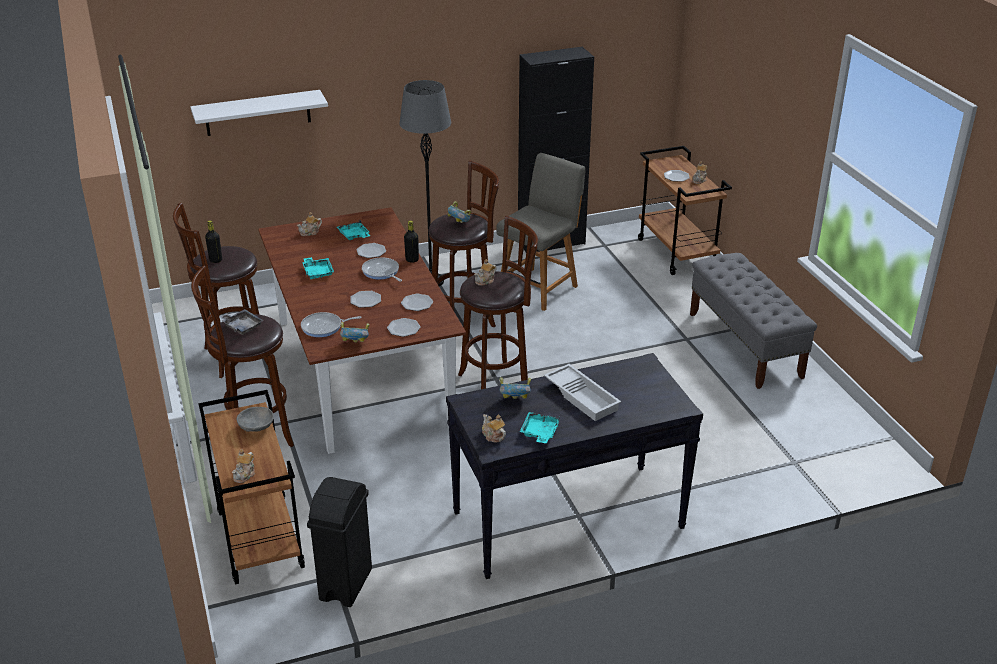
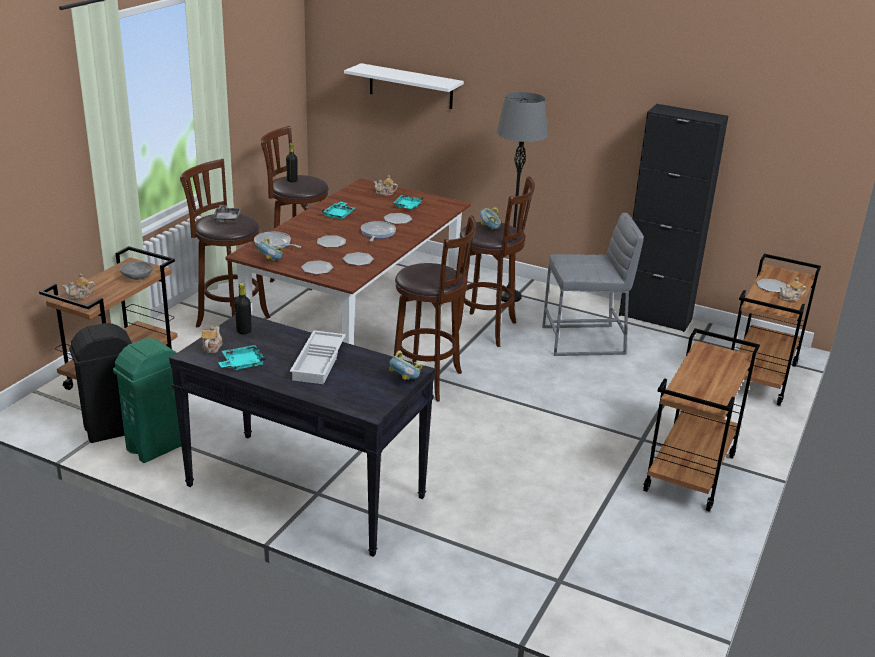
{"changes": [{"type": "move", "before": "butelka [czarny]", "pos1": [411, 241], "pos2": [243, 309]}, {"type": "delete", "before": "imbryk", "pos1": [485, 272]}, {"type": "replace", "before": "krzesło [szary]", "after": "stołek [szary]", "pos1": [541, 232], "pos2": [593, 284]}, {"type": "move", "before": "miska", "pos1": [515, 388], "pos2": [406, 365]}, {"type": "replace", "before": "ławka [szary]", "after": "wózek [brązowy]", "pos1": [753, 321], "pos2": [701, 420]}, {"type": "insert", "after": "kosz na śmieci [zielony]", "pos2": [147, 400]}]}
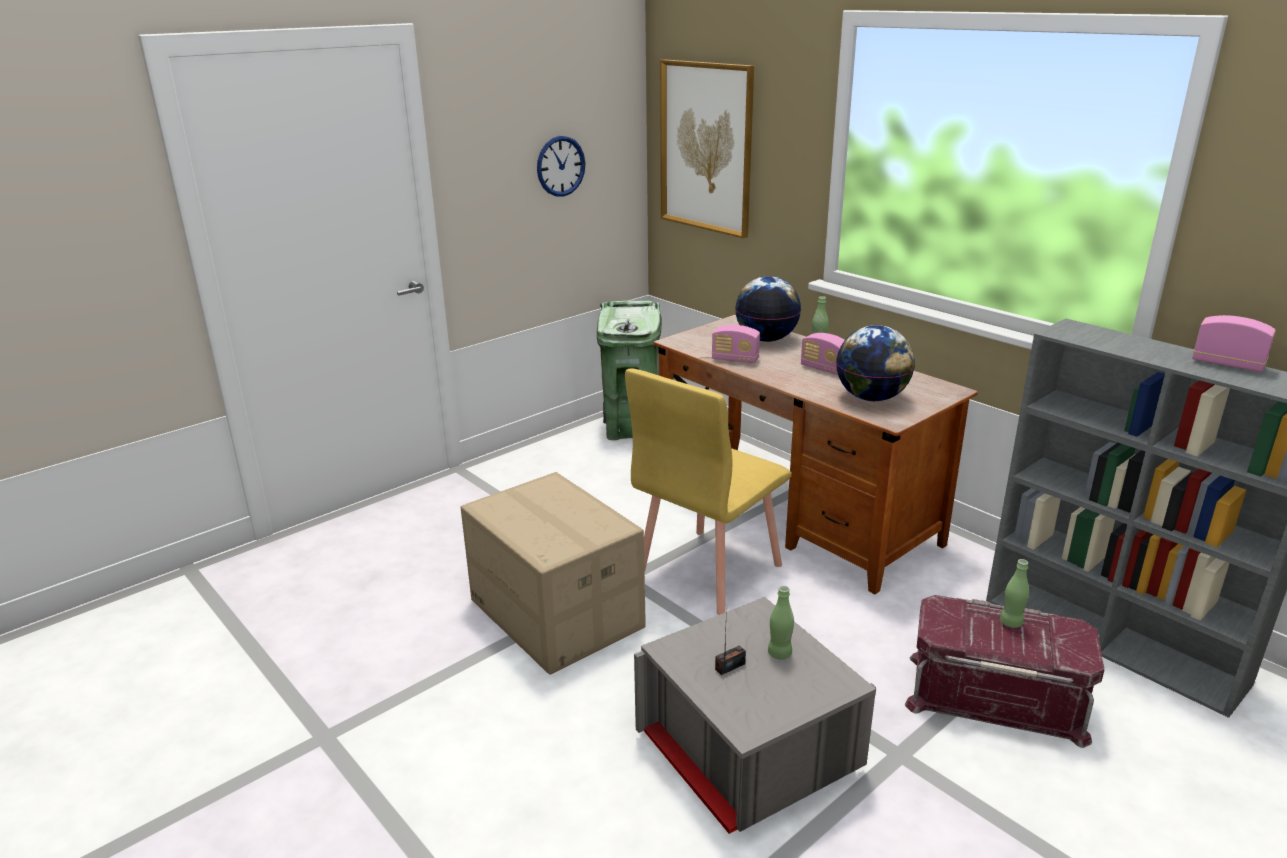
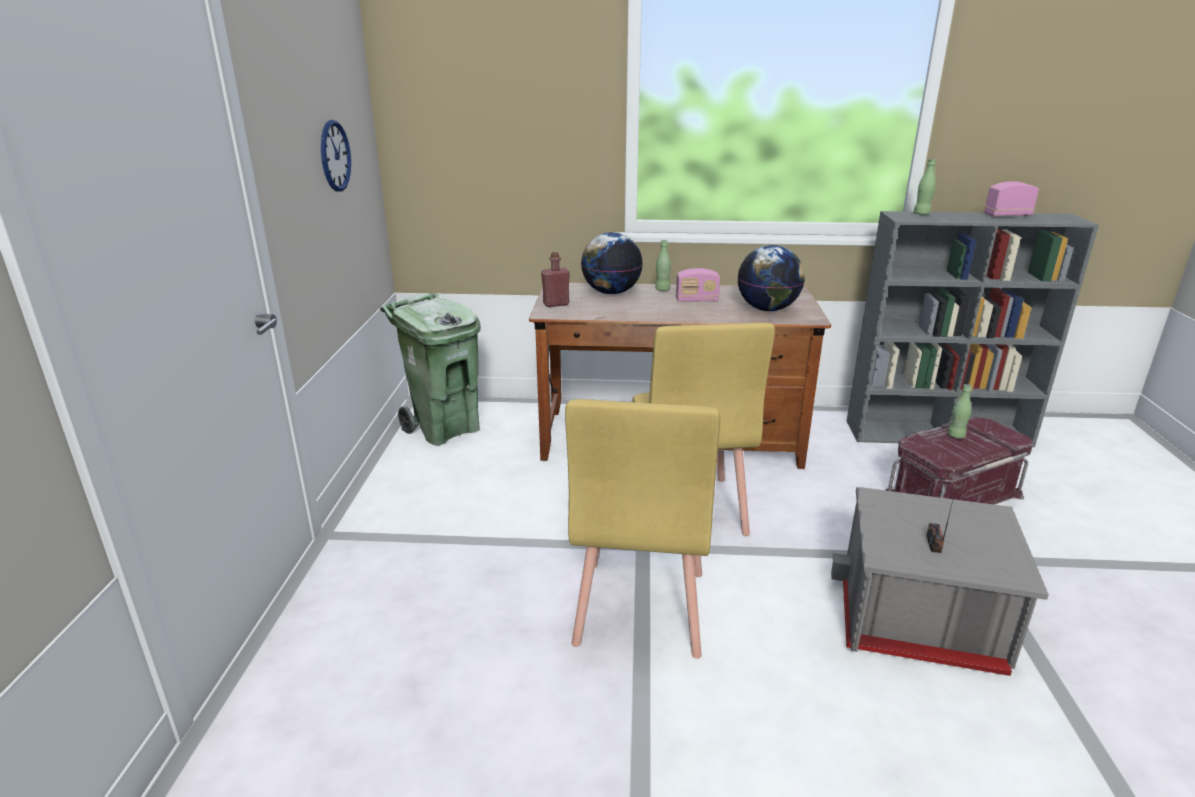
{"changes": [{"type": "replace", "before": "karton", "after": "krzesło [żółty]", "pos1": [553, 573], "pos2": [642, 529]}, {"type": "delete", "before": "obraz", "pos1": [707, 148]}, {"type": "delete", "before": "radio", "pos1": [736, 344]}, {"type": "move", "before": "butelka [zielony]", "pos1": [781, 623], "pos2": [925, 187]}, {"type": "insert", "after": "butelka [czerwony]", "pos2": [555, 279]}]}
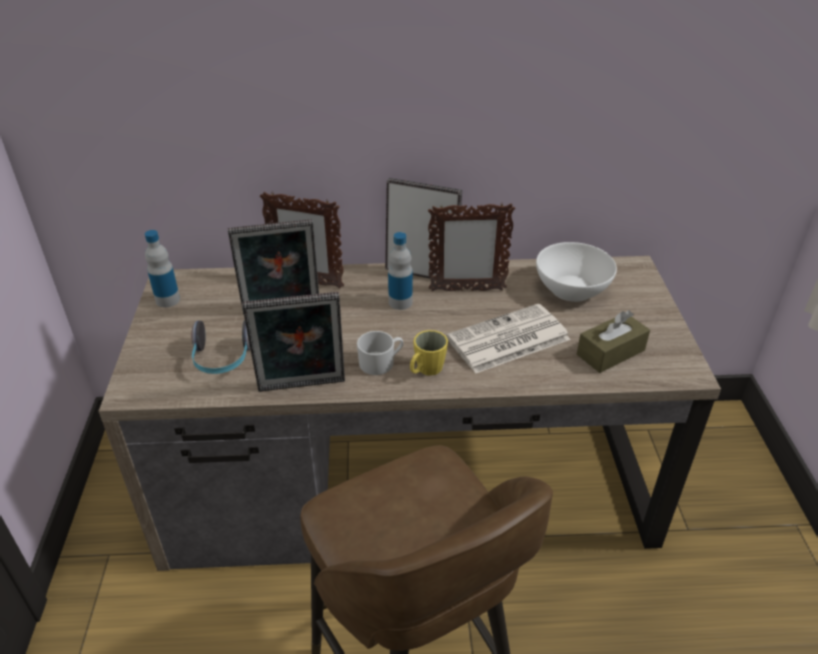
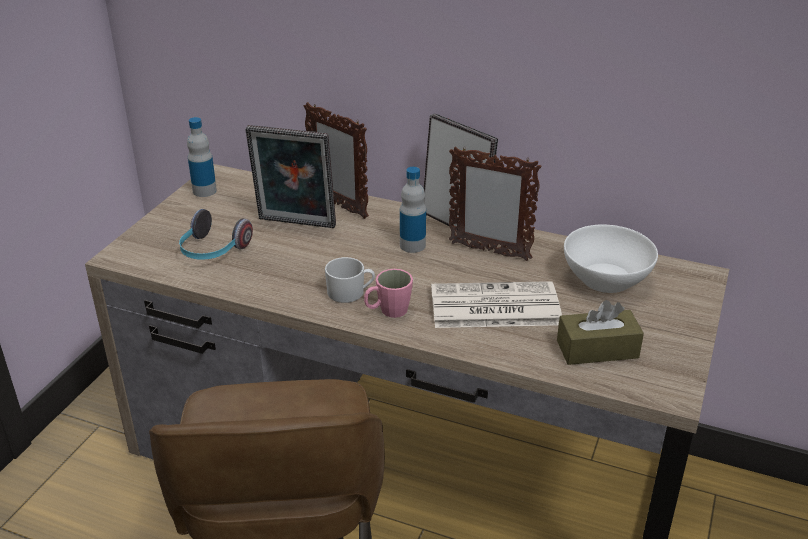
{"changes": [{"type": "delete", "before": "ramka na zdjęcie", "pos1": [293, 342]}, {"type": "recolor", "before": "kubek [żółty]", "after": "kubek [różowy]", "pos1": [429, 353], "pos2": [388, 293]}]}
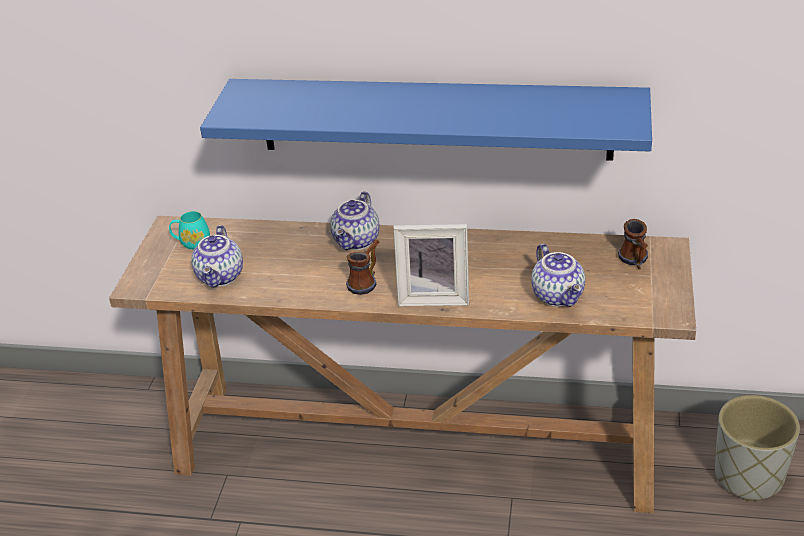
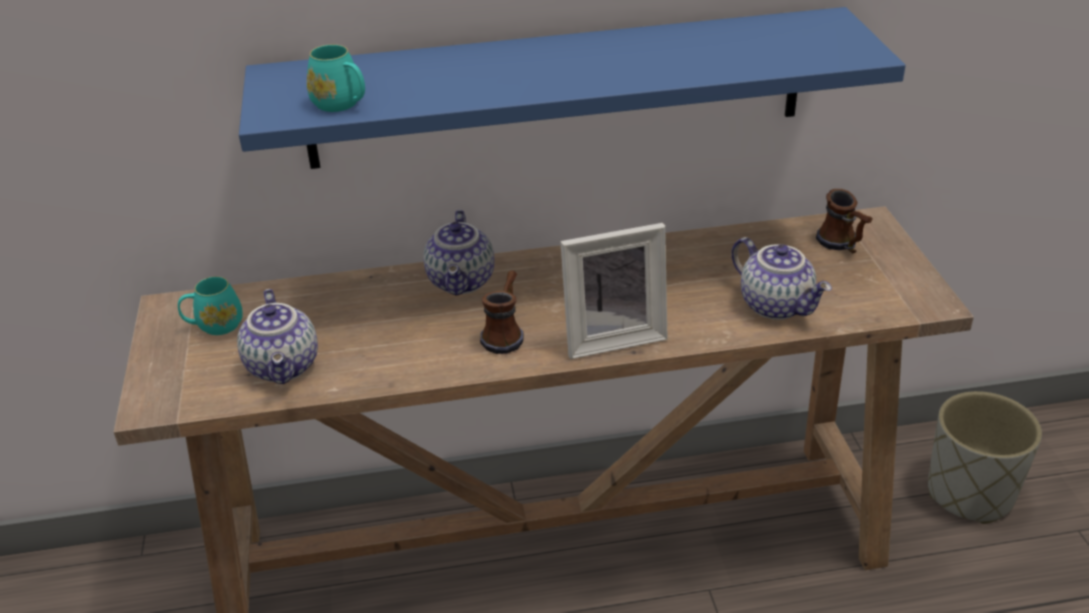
{"changes": [{"type": "insert", "after": "kubek [turkusowy]", "pos2": [336, 78]}]}
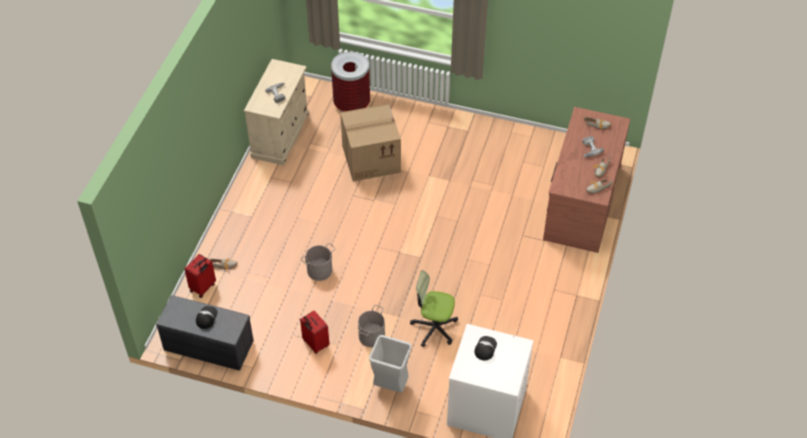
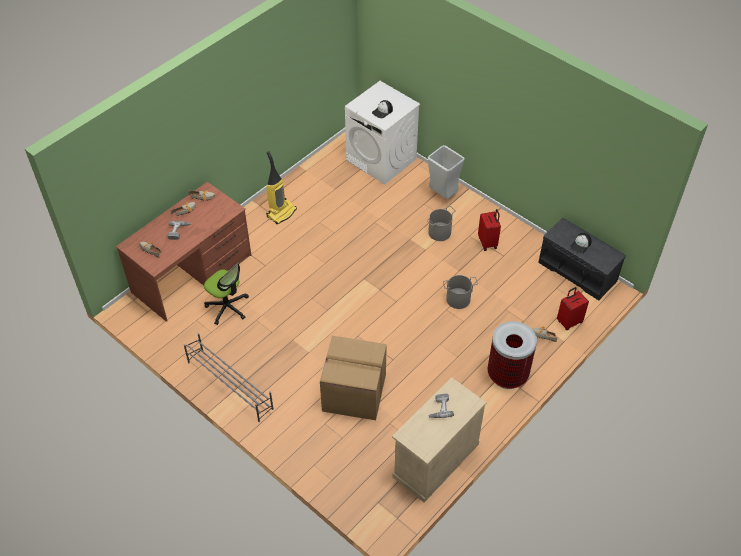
{"changes": [{"type": "move", "before": "kosz na śmieci", "pos1": [350, 82], "pos2": [512, 355]}, {"type": "move", "before": "krzesło biurowe", "pos1": [434, 308], "pos2": [226, 294]}, {"type": "insert", "after": "regał na buty [szary]", "pos2": [229, 377]}, {"type": "insert", "after": "odkurzacz", "pos2": [281, 187]}]}
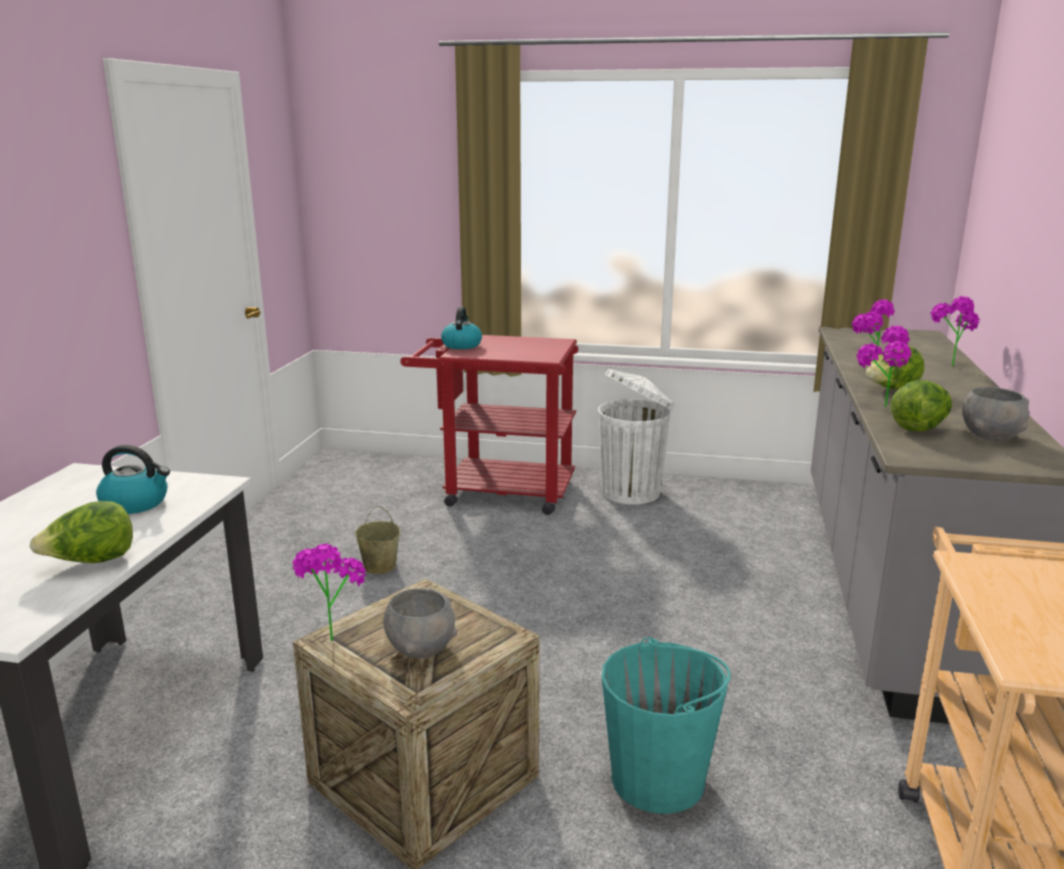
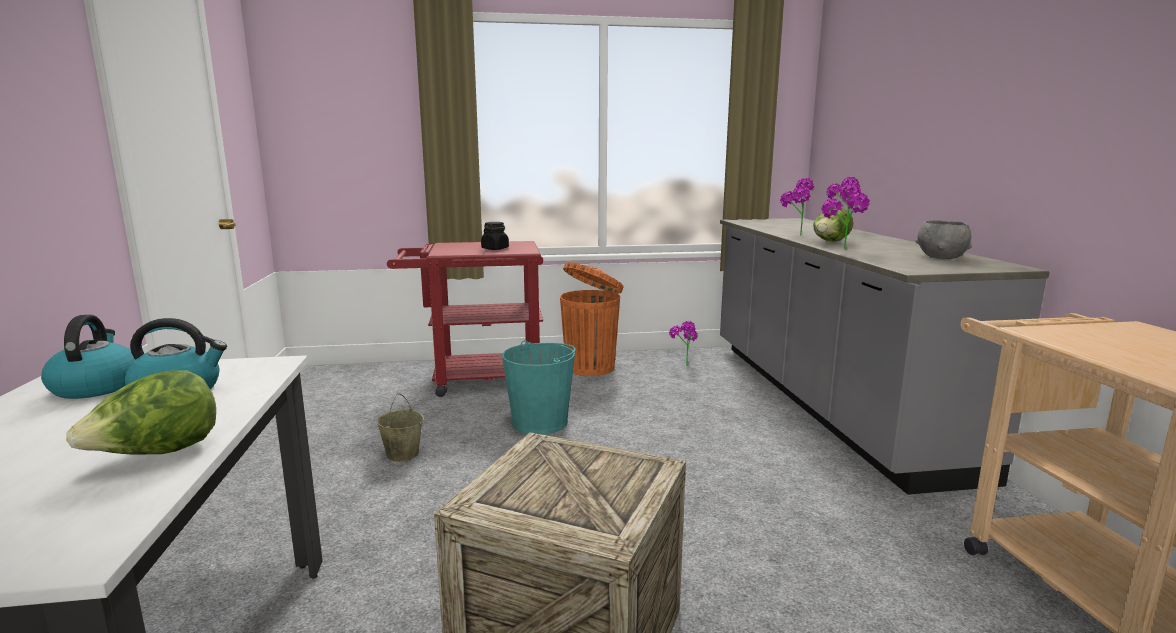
{"changes": [{"type": "move", "before": "roślina doniczkowa", "pos1": [329, 592], "pos2": [683, 343]}, {"type": "delete", "before": "miska [szary]", "pos1": [420, 623]}, {"type": "move", "before": "czajnik", "pos1": [461, 328], "pos2": [88, 357]}, {"type": "recolor", "before": "kosz na śmieci [biały]", "after": "kosz na śmieci [pomarańczowy]", "pos1": [636, 436], "pos2": [592, 319]}, {"type": "move", "before": "wiadro [turkusowy]", "pos1": [666, 725], "pos2": [539, 387]}, {"type": "delete", "before": "sałata", "pos1": [921, 406]}, {"type": "insert", "after": "słoik [czarny]", "pos2": [495, 236]}]}
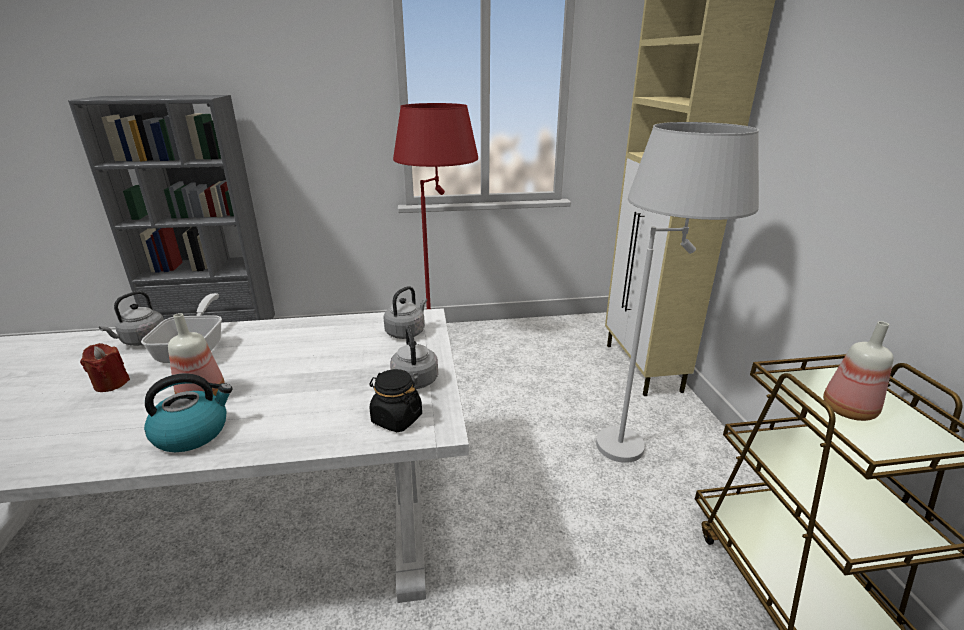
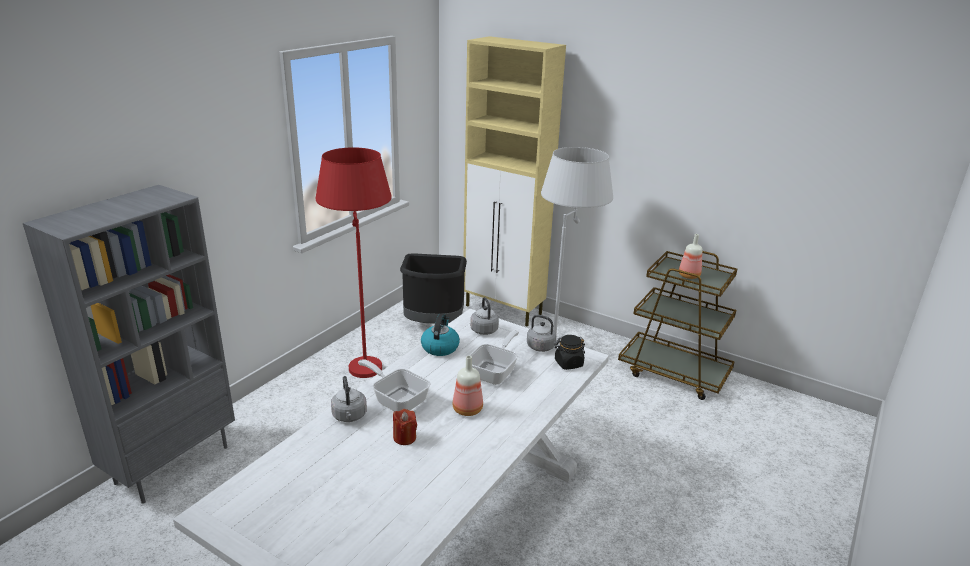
{"changes": [{"type": "move", "before": "czajnik", "pos1": [188, 412], "pos2": [440, 335]}, {"type": "insert", "after": "kosz na śmieci [czarny]", "pos2": [433, 288]}, {"type": "insert", "after": "patelnia", "pos2": [494, 357]}]}
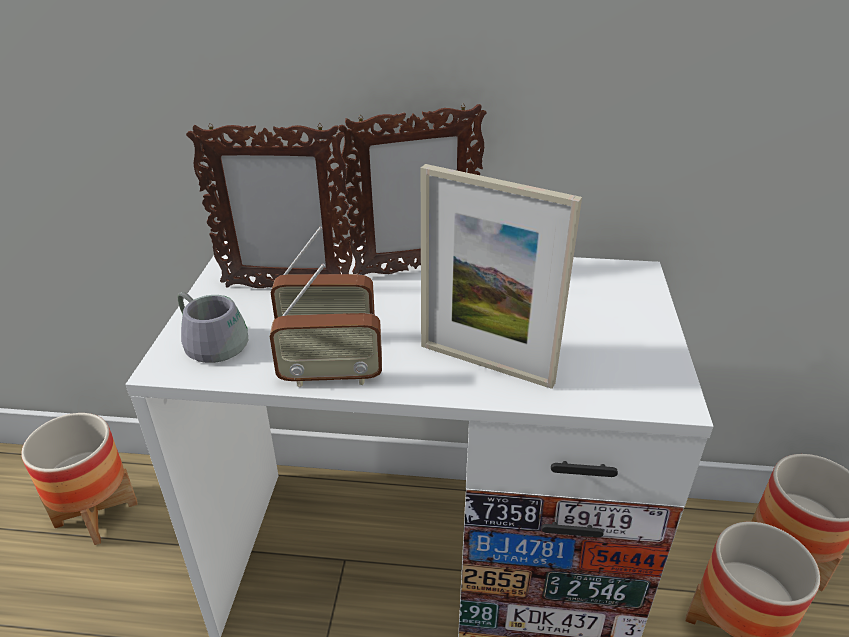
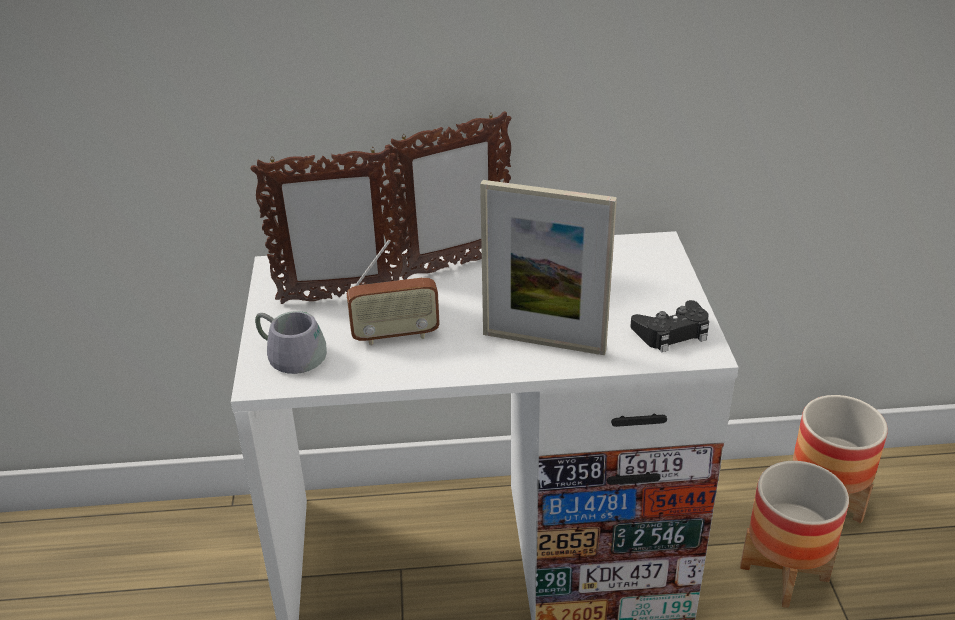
{"changes": [{"type": "delete", "before": "donica", "pos1": [79, 479]}, {"type": "delete", "before": "radio", "pos1": [325, 326]}, {"type": "insert", "after": "pad do gier [czarny]", "pos2": [669, 326]}]}
